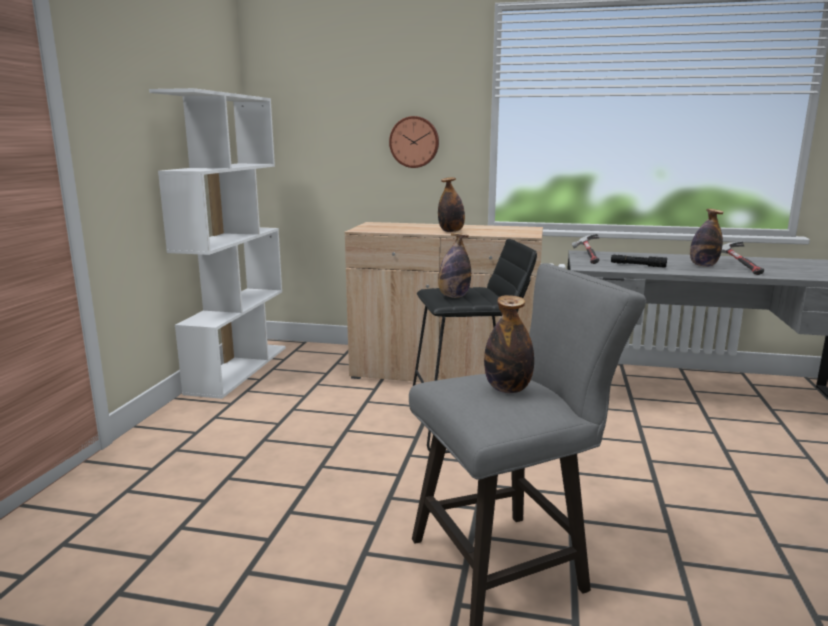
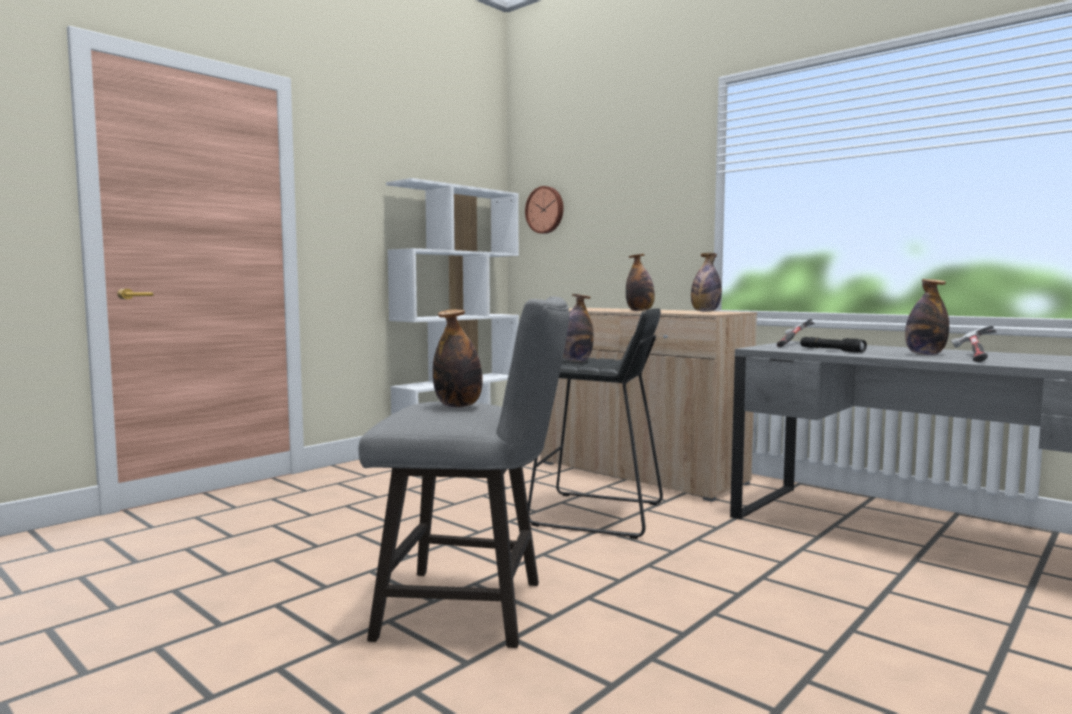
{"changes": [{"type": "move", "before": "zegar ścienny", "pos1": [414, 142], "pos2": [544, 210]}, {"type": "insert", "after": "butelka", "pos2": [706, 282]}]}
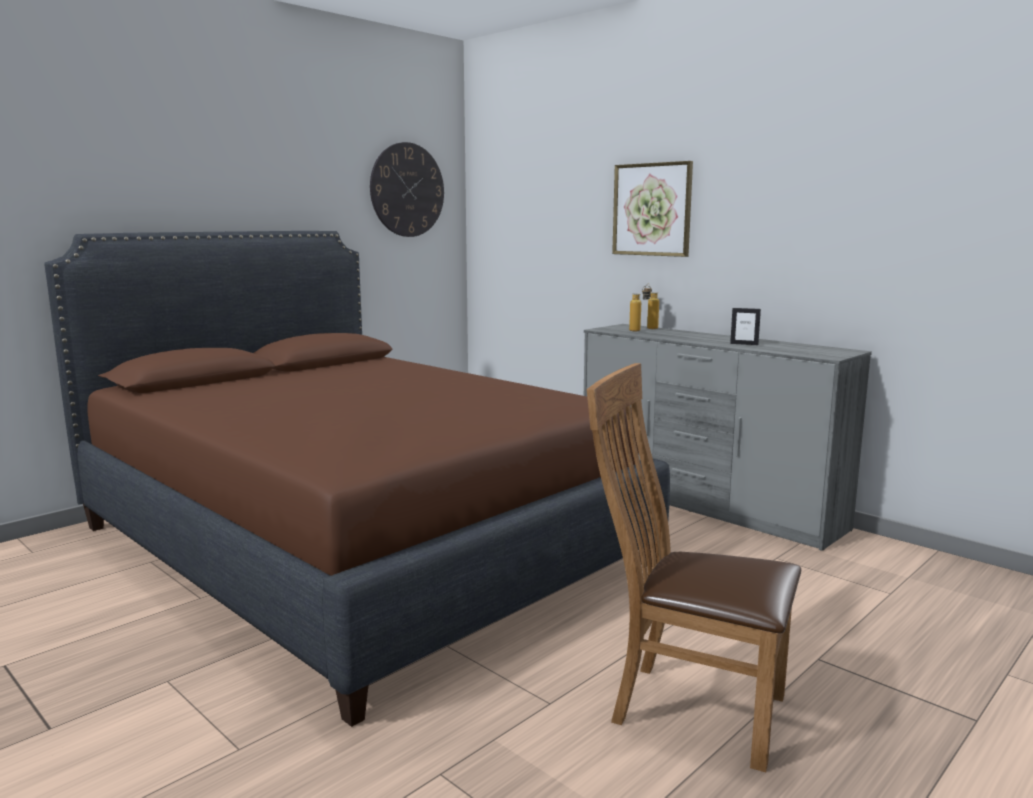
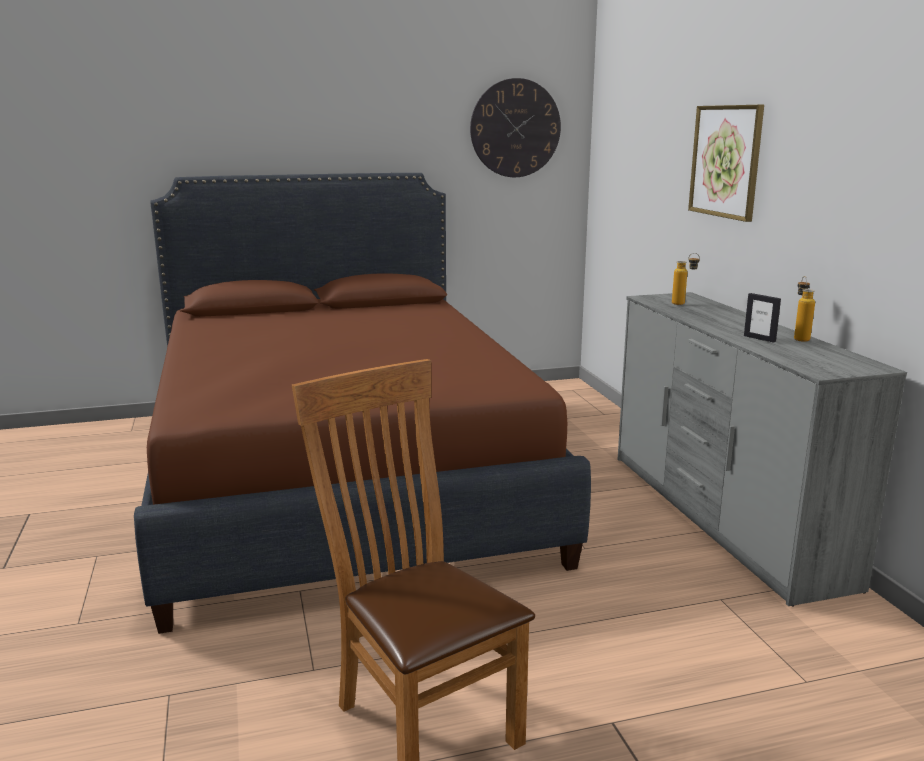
{"changes": [{"type": "move", "before": "butelka", "pos1": [651, 306], "pos2": [804, 309]}]}
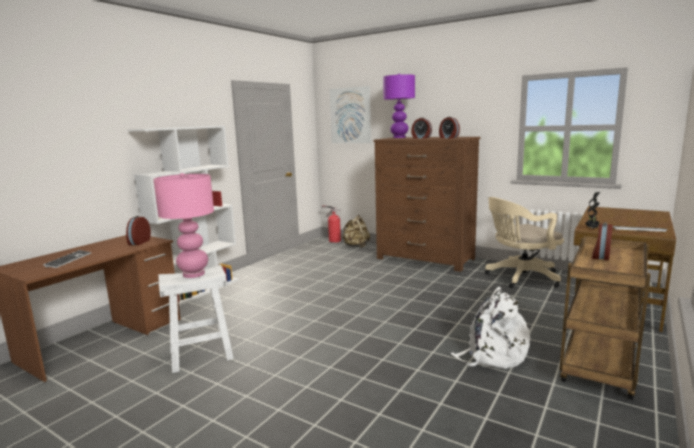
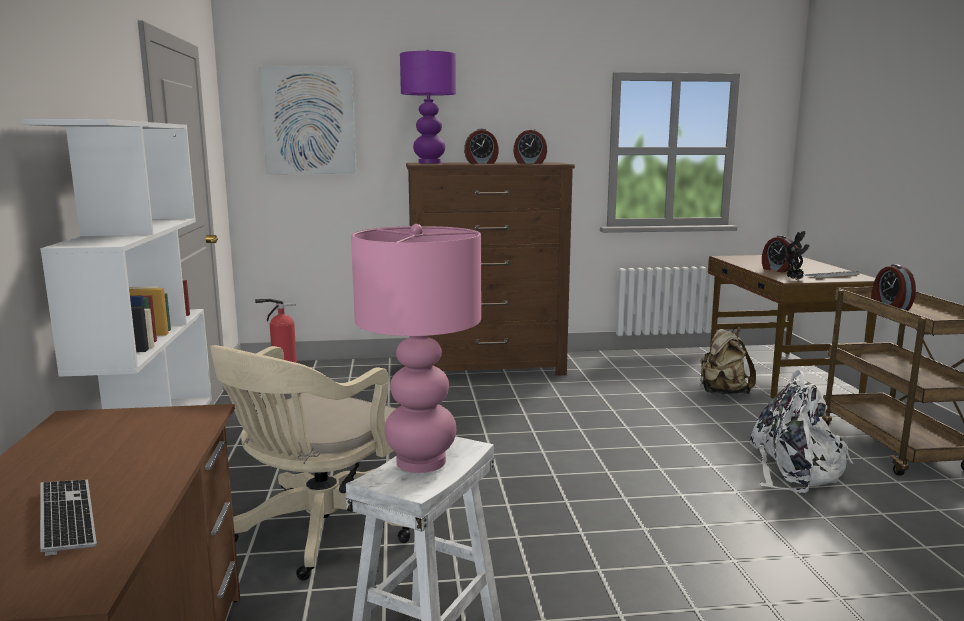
{"changes": [{"type": "move", "before": "budzik", "pos1": [138, 230], "pos2": [779, 253]}, {"type": "move", "before": "plecak [beżowy]", "pos1": [356, 231], "pos2": [728, 360]}, {"type": "move", "before": "krzesło biurowe [beżowy]", "pos1": [524, 242], "pos2": [310, 463]}]}
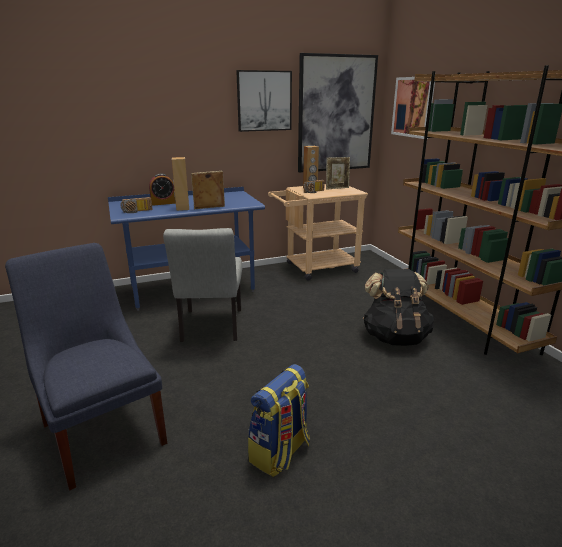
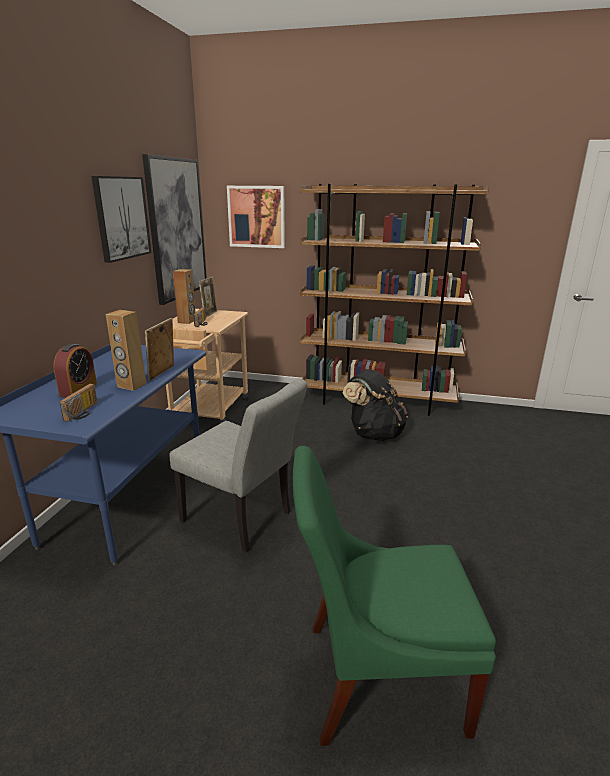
{"changes": [{"type": "recolor", "before": "krzesło [niebieski]", "after": "krzesło [zielony]", "pos1": [86, 366], "pos2": [394, 596]}, {"type": "delete", "before": "plecak", "pos1": [279, 420]}]}
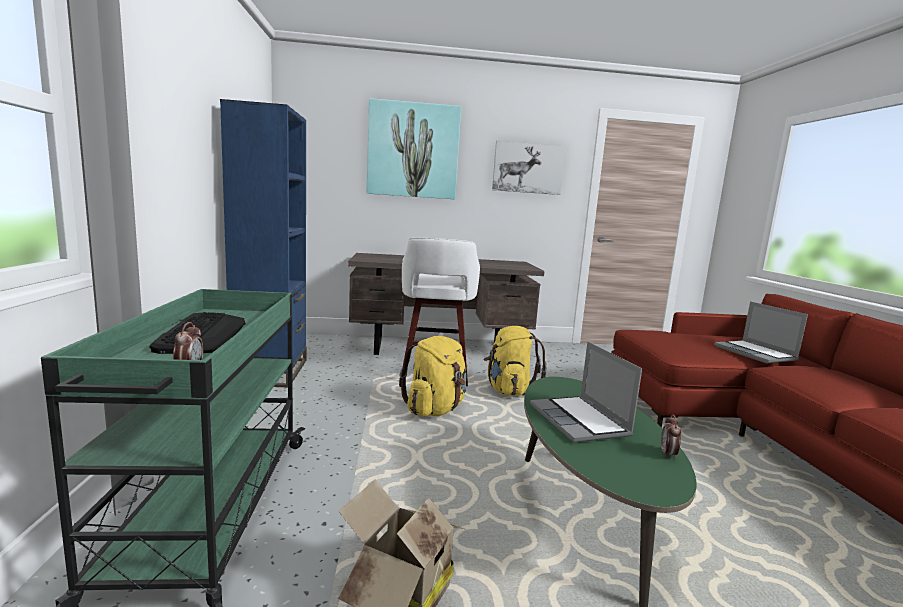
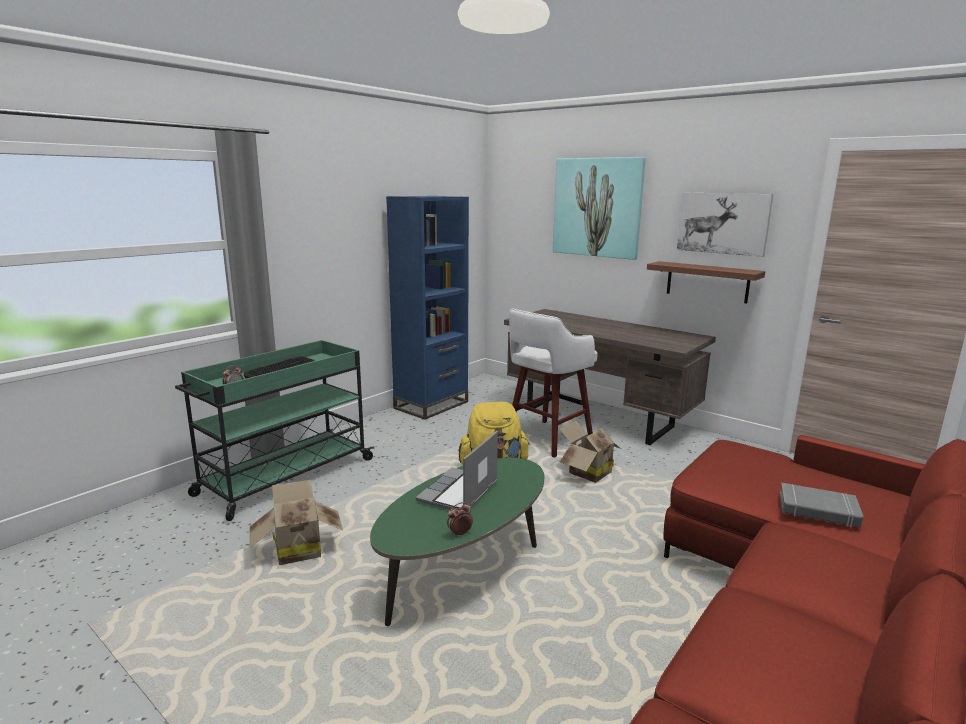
{"changes": [{"type": "replace", "before": "plecak [żółty]", "after": "karton", "pos1": [515, 361], "pos2": [590, 451]}, {"type": "replace", "before": "laptop", "after": "książka [szary]", "pos1": [761, 332], "pos2": [821, 505]}, {"type": "insert", "after": "półka [brązowy]", "pos2": [706, 282]}]}
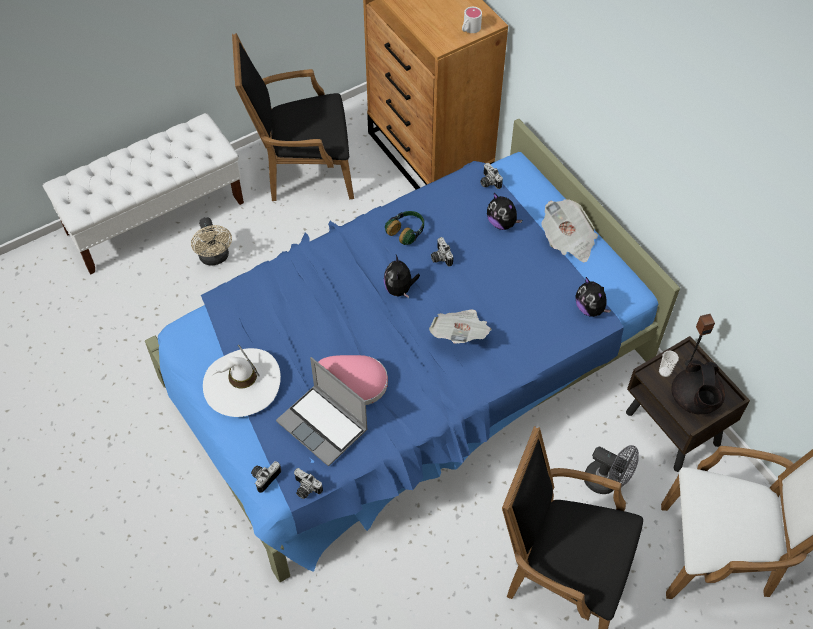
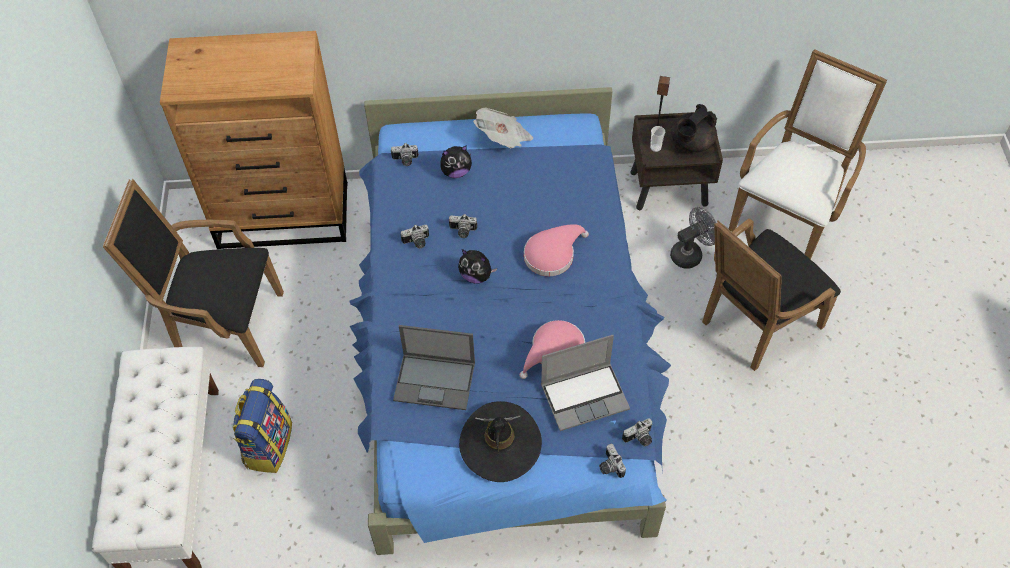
{"changes": [{"type": "replace", "before": "wentylator [beżowy]", "after": "plecak", "pos1": [211, 241], "pos2": [262, 426]}, {"type": "recolor", "before": "kapelusz [biały]", "after": "kapelusz [czarny]", "pos1": [242, 381], "pos2": [500, 441]}, {"type": "rotate", "before": "fotel [czarny]", "pos1": [293, 117], "pos2": [193, 273], "turn": 75}, {"type": "replace", "before": "słuchawki", "after": "aparat fotograficzny", "pos1": [404, 228], "pos2": [414, 236]}, {"type": "replace", "before": "gazeta", "after": "kapelusz [różowy]", "pos1": [460, 326], "pos2": [556, 250]}, {"type": "delete", "before": "kubek [biały]", "pos1": [472, 20]}, {"type": "delete", "before": "pluszak", "pos1": [593, 297]}, {"type": "rotate", "before": "imbryk [czarny]", "pos1": [698, 387], "pos2": [694, 128], "turn": 105}, {"type": "insert", "after": "laptop", "pos2": [434, 367]}]}
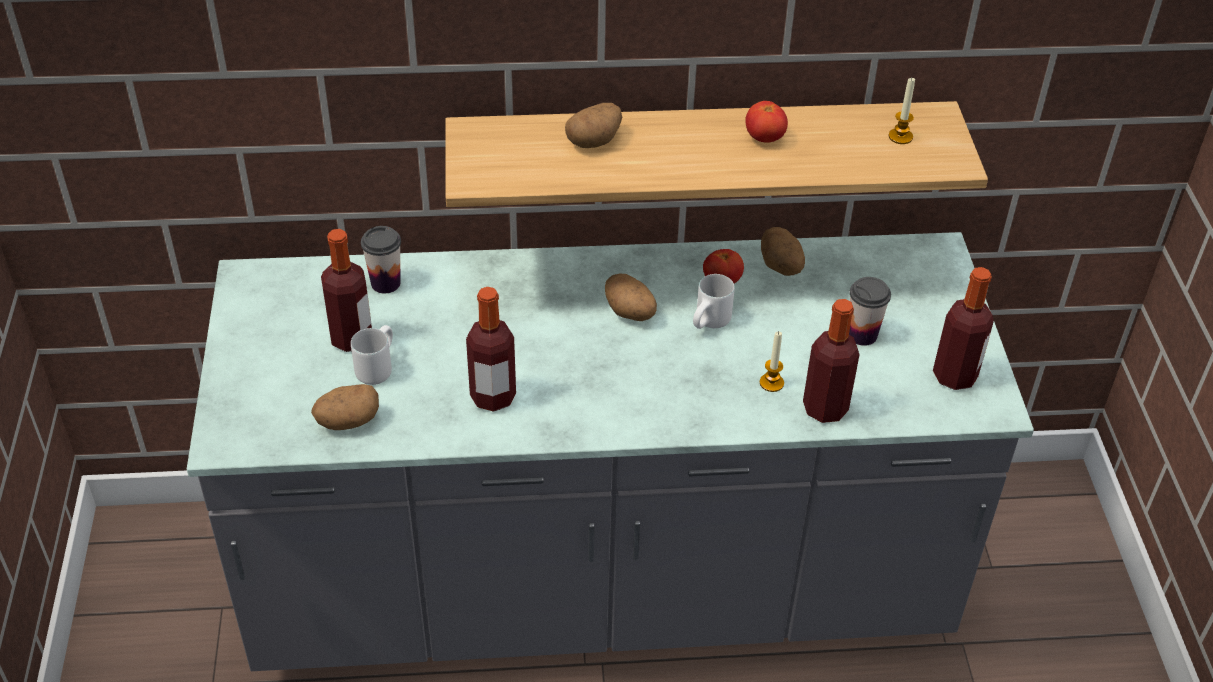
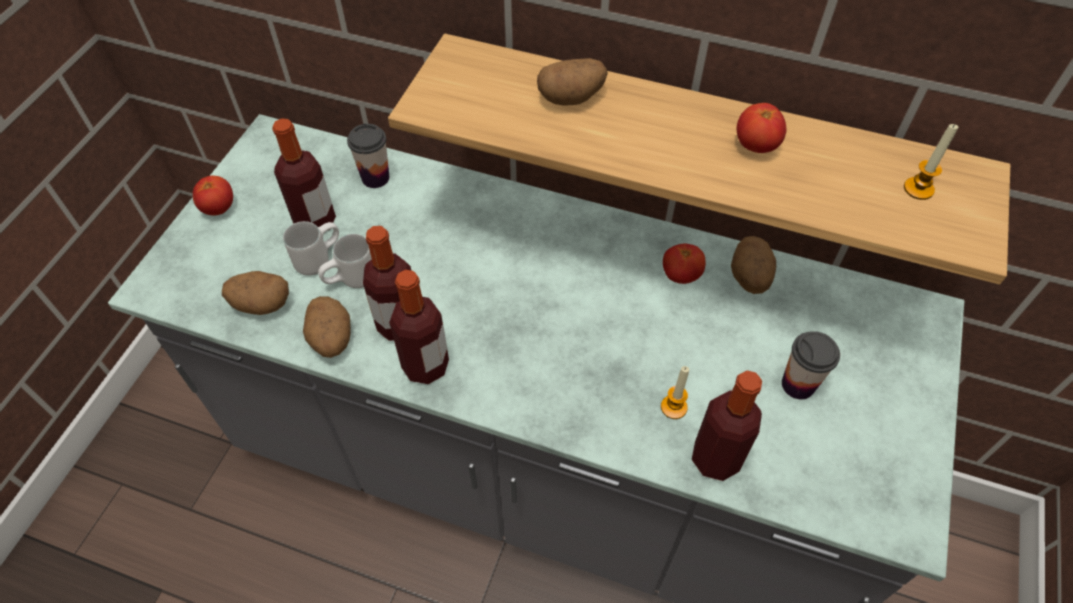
{"changes": [{"type": "move", "before": "ziemniak", "pos1": [631, 297], "pos2": [327, 327]}, {"type": "move", "before": "kubek [biały]", "pos1": [714, 301], "pos2": [345, 261]}, {"type": "move", "before": "butelka", "pos1": [963, 328], "pos2": [419, 327]}, {"type": "insert", "after": "pomidor", "pos2": [213, 195]}]}
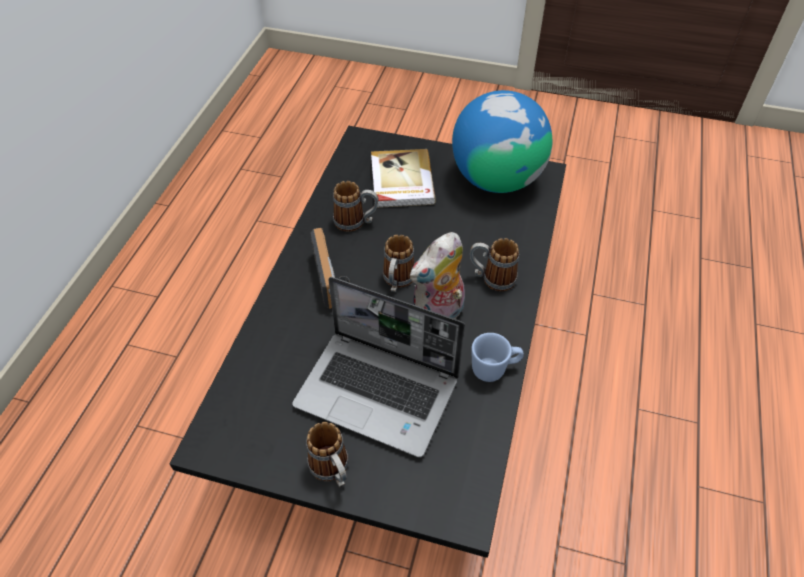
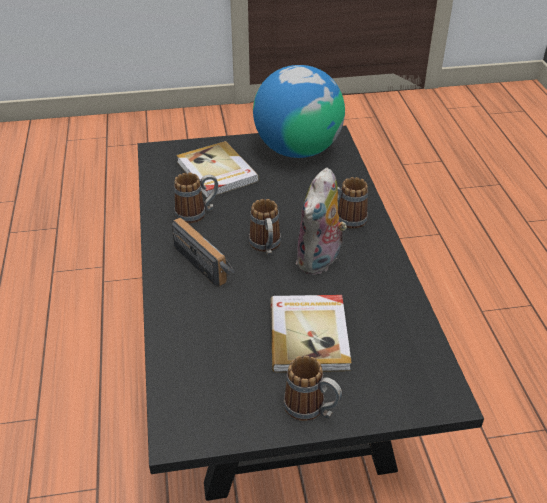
{"changes": [{"type": "replace", "before": "laptop", "after": "książka", "pos1": [378, 367], "pos2": [311, 333]}, {"type": "delete", "before": "kubek [niebieski]", "pos1": [497, 357]}]}
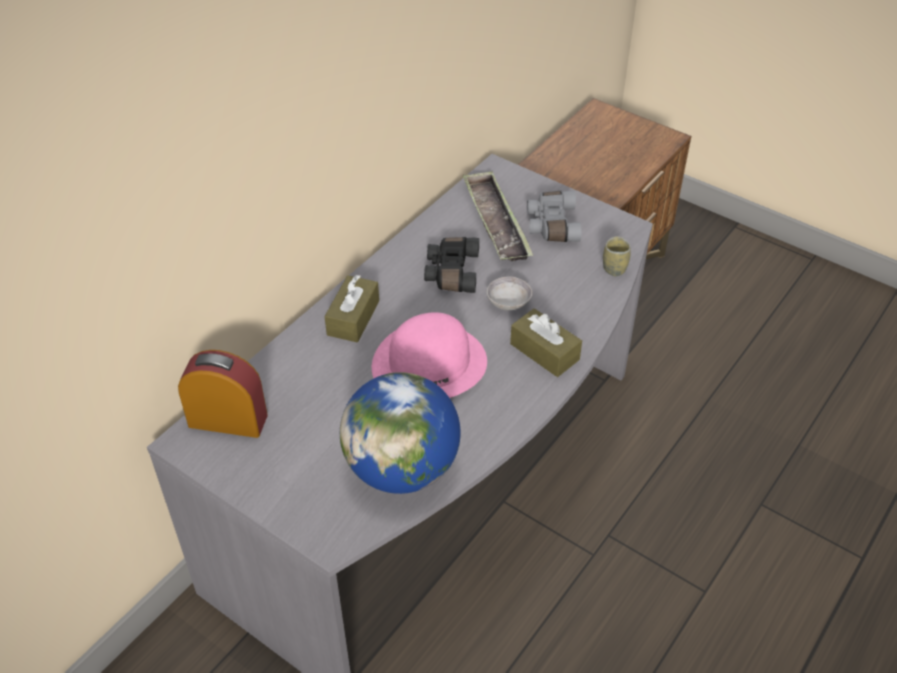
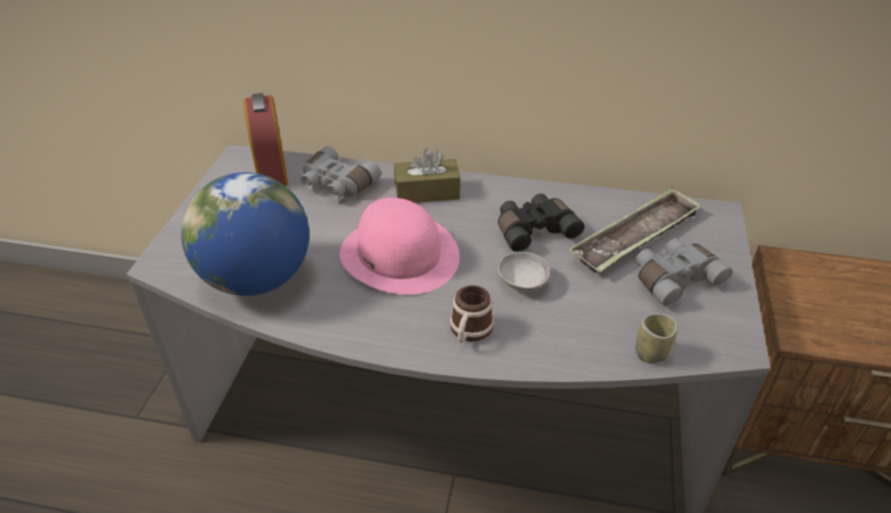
{"changes": [{"type": "replace", "before": "pudełko chusteczek [brązowy]", "after": "kubek", "pos1": [546, 342], "pos2": [472, 314]}, {"type": "insert", "after": "lornetka [szary]", "pos2": [340, 173]}]}
